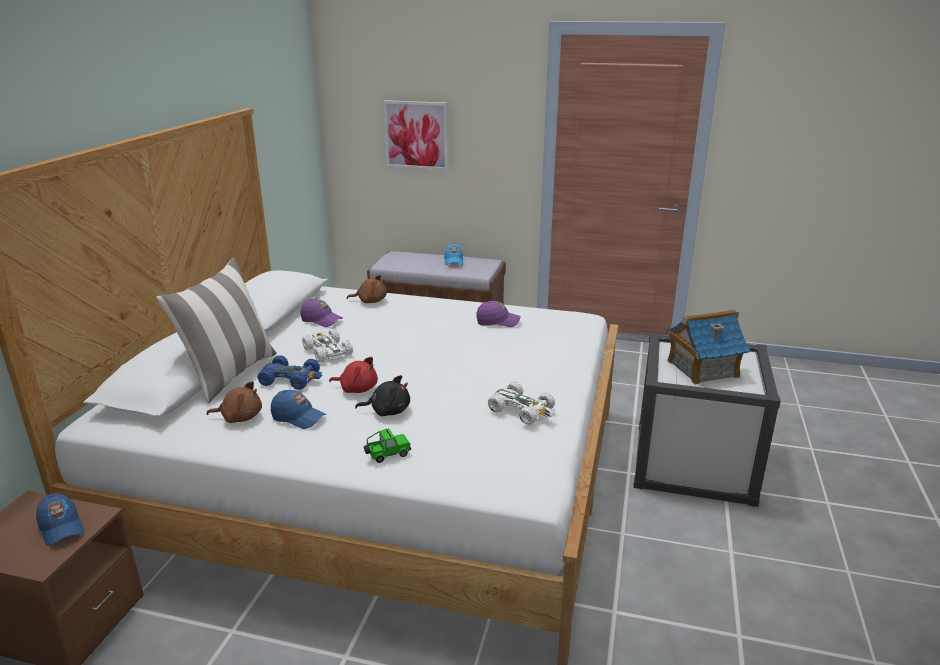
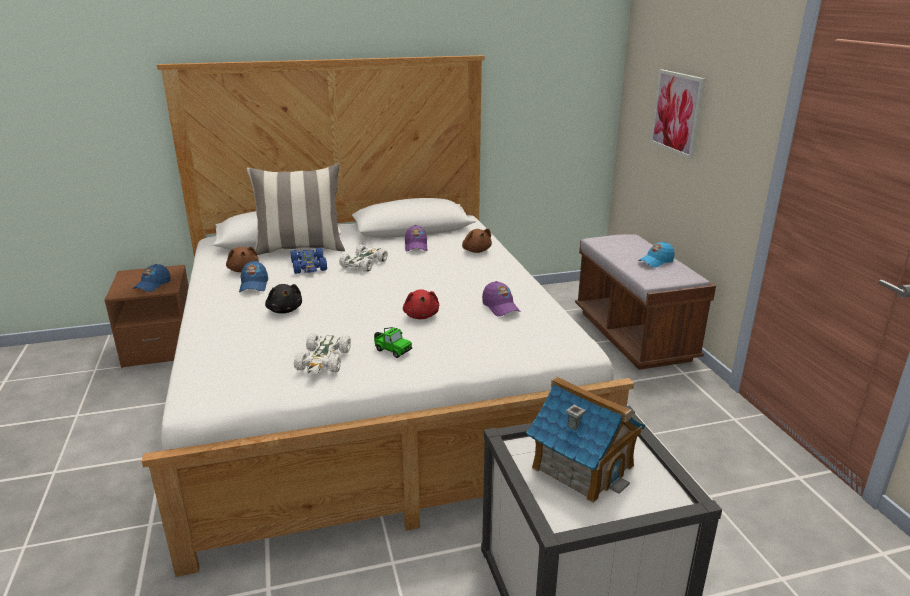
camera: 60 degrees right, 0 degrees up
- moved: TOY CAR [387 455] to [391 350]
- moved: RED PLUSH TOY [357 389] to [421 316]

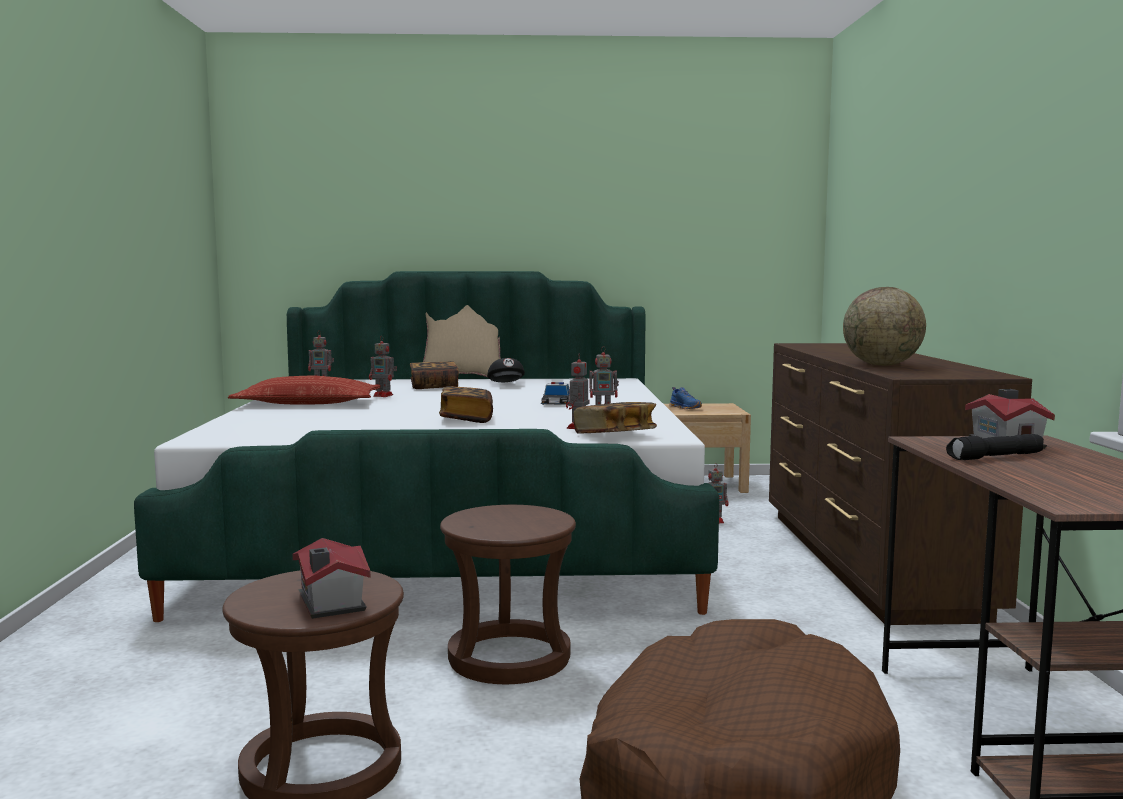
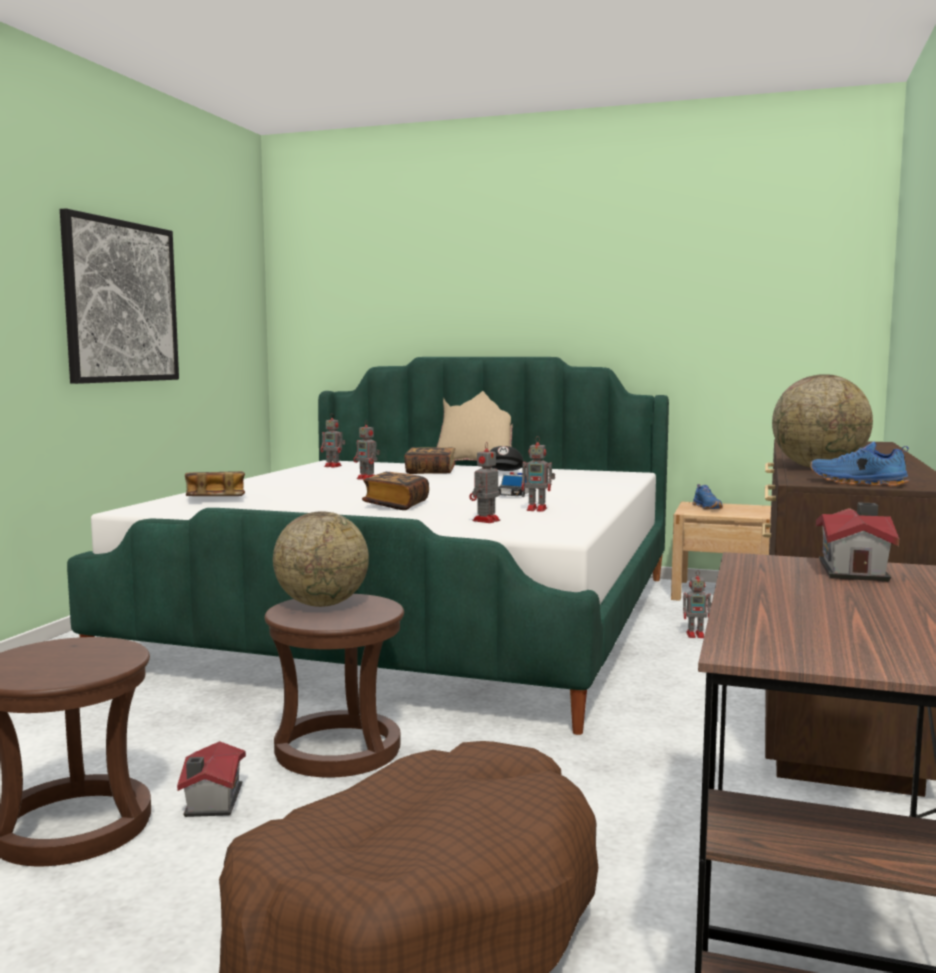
camera: 20 degrees right, 0 degrees up
- added: PICTURE [121 302]
- moved: TOY HOUSE [329 603] to [211 801]
- moved: BOOK [615 435] to [215 499]
- added: GLOBE [322 604]
- added: BLUE SHOE [857 483]
- removed: PILLOW [308 403]
- removed: BLACK FLASHLIGHT [995 457]

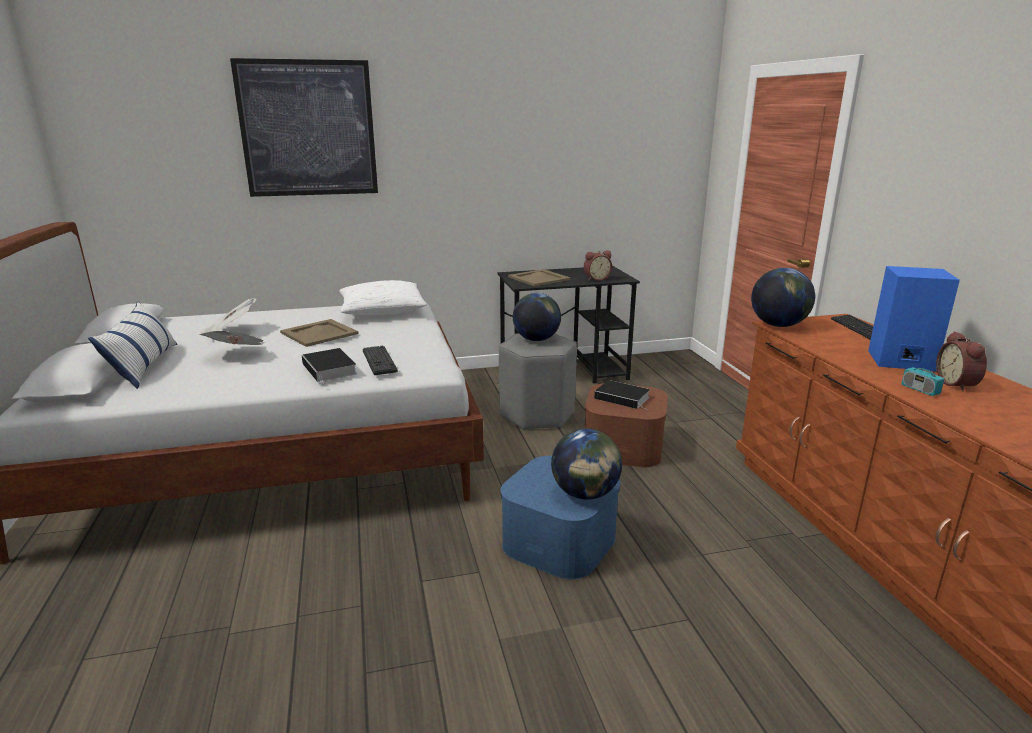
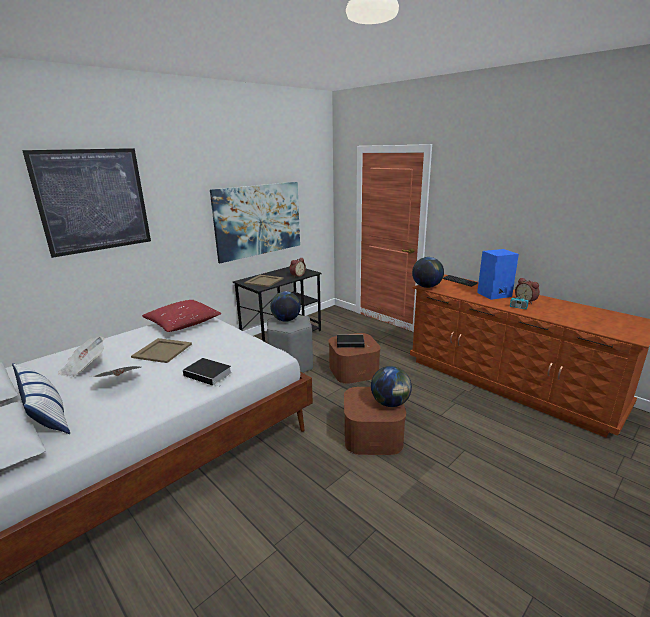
camera: 30 degrees left, 0 degrees up
- recoloured: WHITE PILLOW [382 310] to RED PILLOW [183 323]
- added: PICTURE [258 220]
- recoloured: BLUE STORAGE BOX [559 541] to BROWN STORAGE BOX [373 435]
- removed: KEYBOARD [379 361]

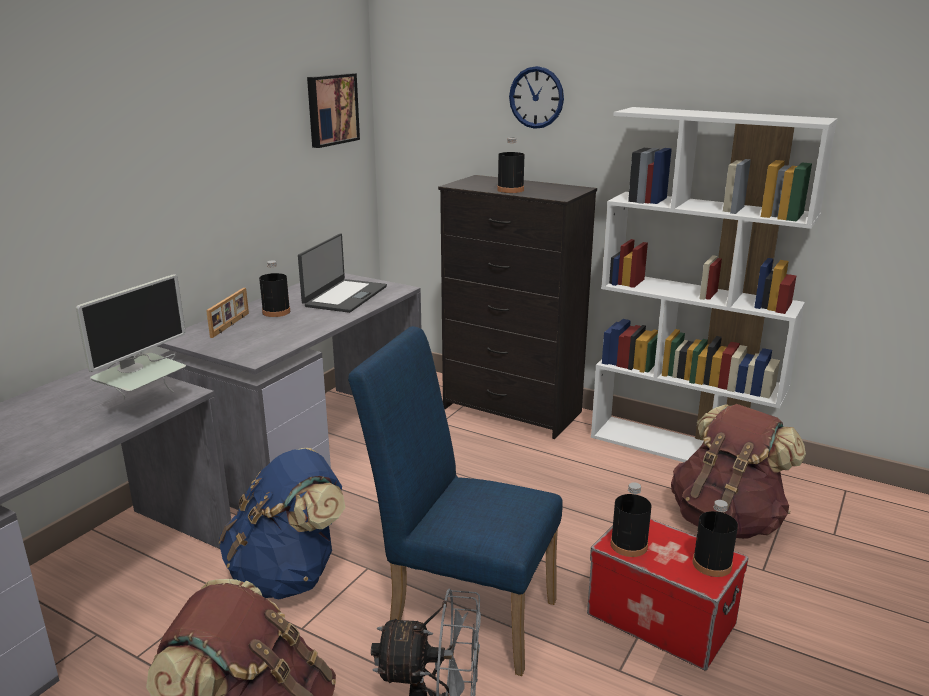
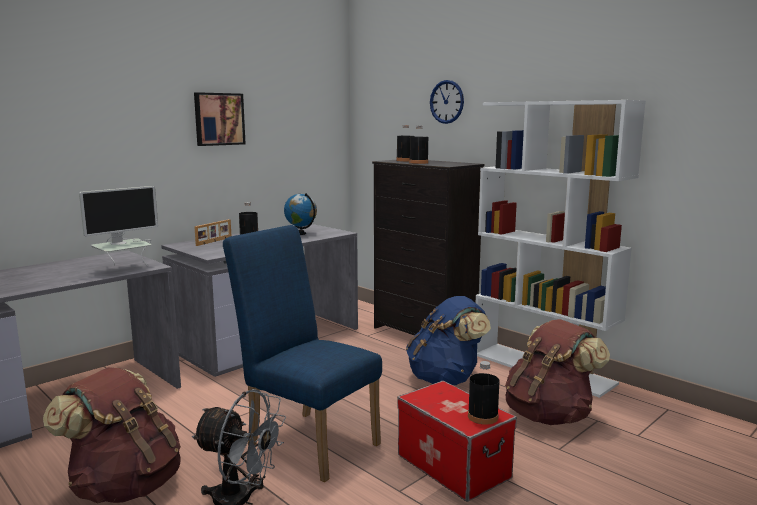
camera: 15 degrees right, 10 degrees down
- moved: PICTURE [331 109] to [218 119]
- replaced: LAPTOP [344 296] to GLOBE [301 234]
- moved: BLACK BOTTLE [629 545] to [405 160]
- moved: BLUE BACKPACK [288 575] to [446 379]

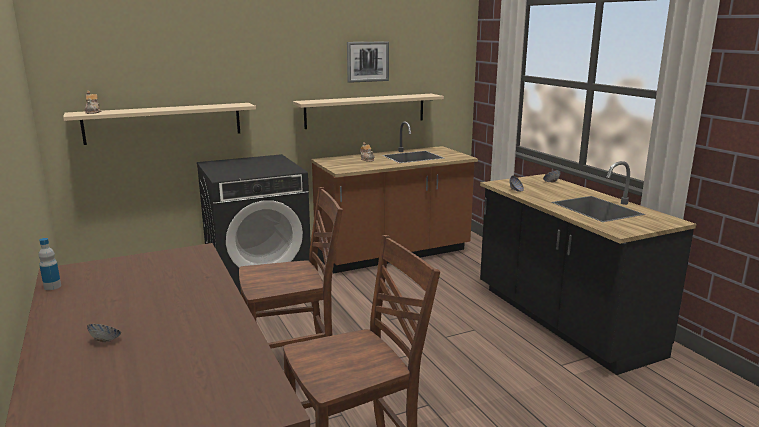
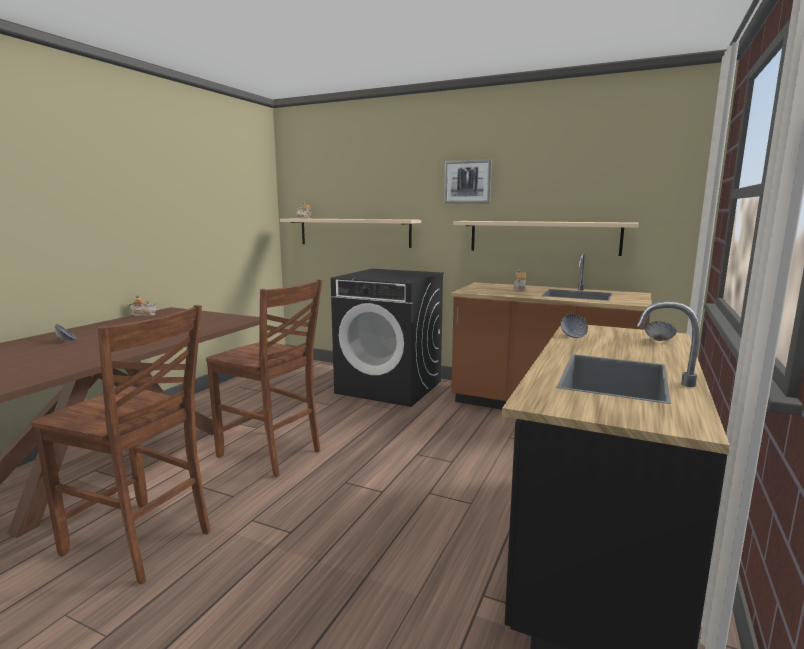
camera: 50 degrees right, 5 degrees down
- replaced: BOTTLE [52 286] to TEAPOT [144 315]
- moved: PICTURE [367 61] to [467 182]

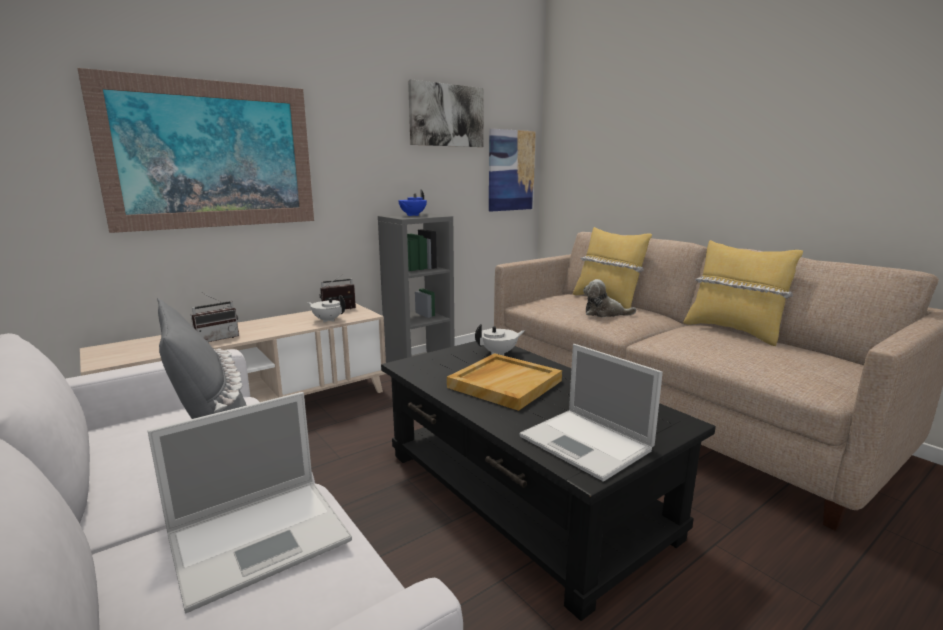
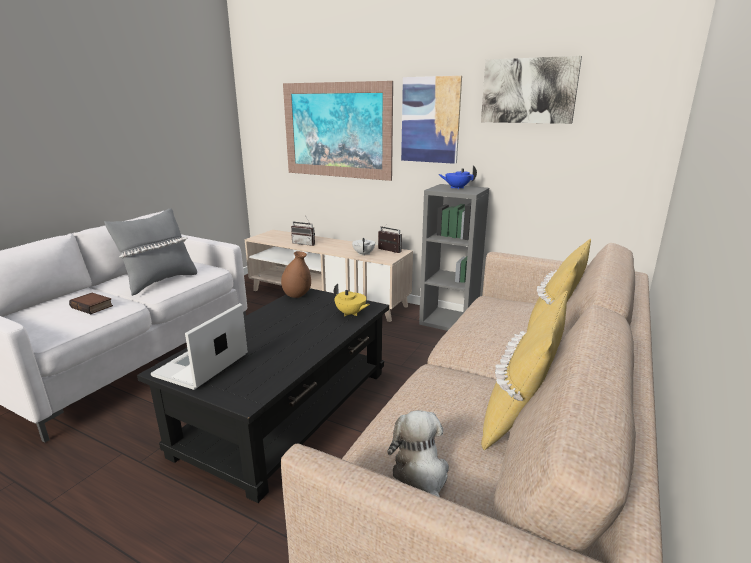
camera: 65 degrees right, 5 degrees up
- replaced: LAPTOP [262 536] to BOOK [93 306]
- added: BROWN VASE [297 295]
- recoloured: WHITE TEAPOT [499 353] to YELLOW TEAPOT [350 314]
- moved: PLUSH TOY [604 313] to [421 476]
- moved: PICTURE [511 170] to [430 120]
- removed: BEIGE TRAY [504 383]

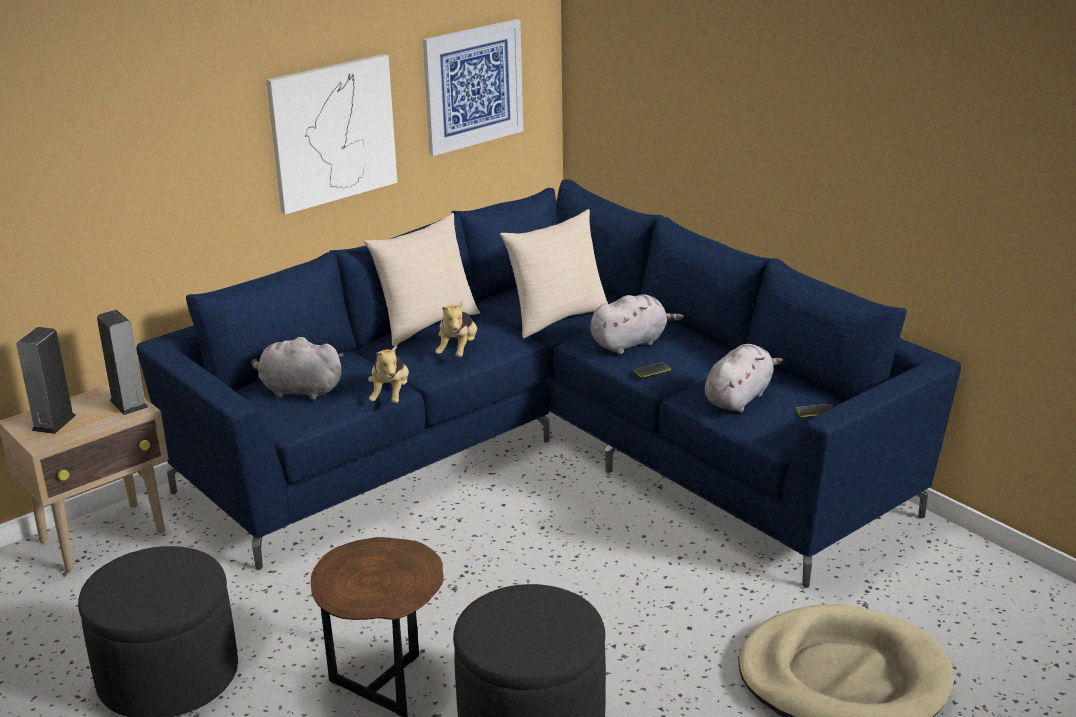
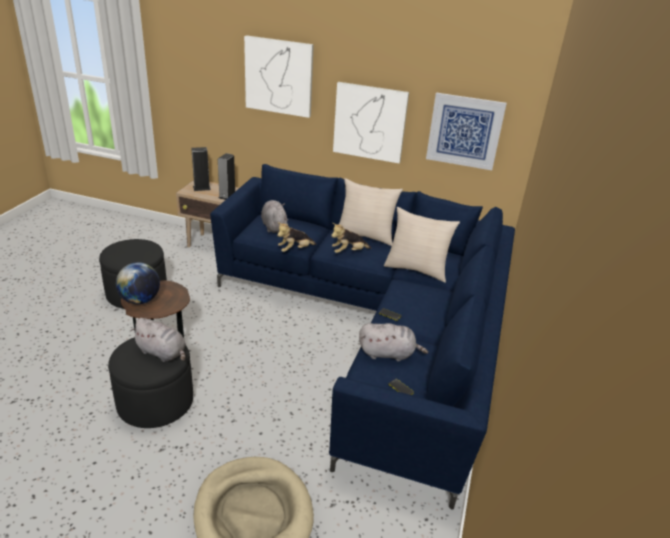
camera: 55 degrees right, 5 degrees up
- added: GLOBE [140 300]
- moved: GREY PLUSH TOY [631 343] to [163 353]
- added: PICTURE [279 76]

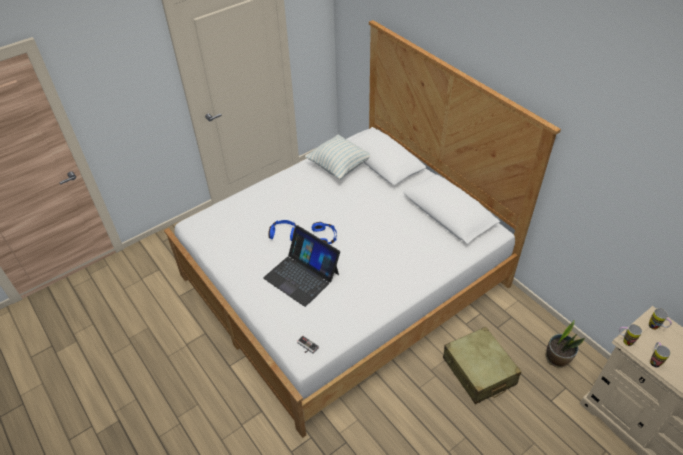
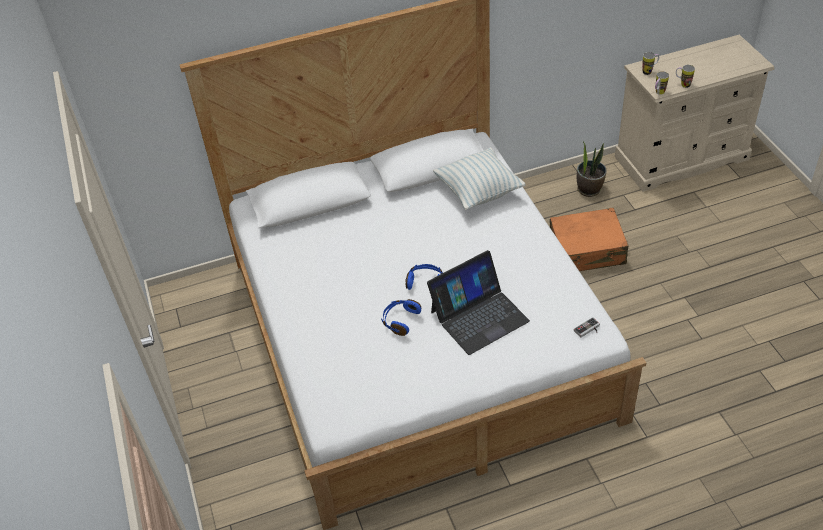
camera: 70 degrees left, 0 degrees up
- moved: PILLOW [339 166] to [478 192]
- recoloured: BEIGE SUITCASE [479 371] to ORANGE SUITCASE [587 250]

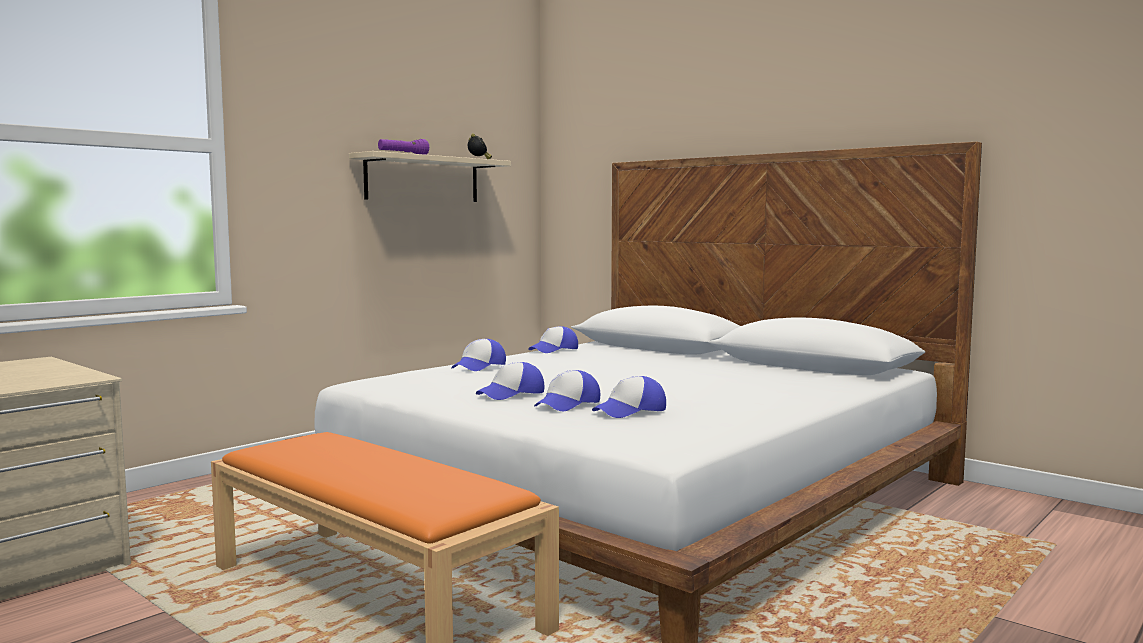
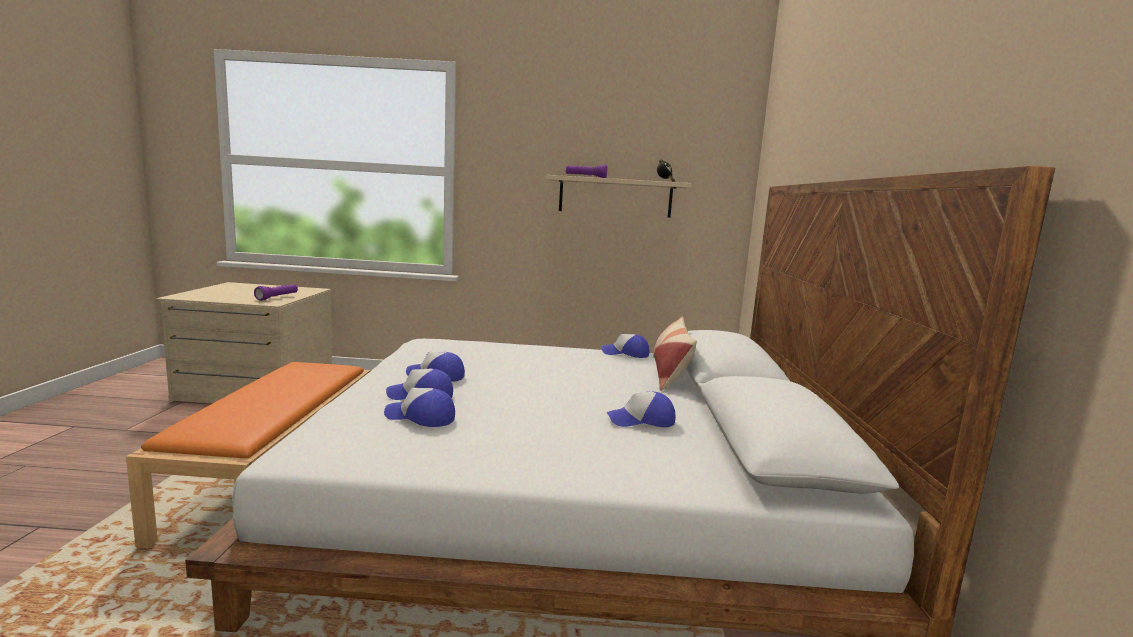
camera: 50 degrees right, 5 degrees up
- added: PURPLE FLASHLIGHT [277 297]
- moved: CAP [479 366] to [641 421]
- added: PILLOW [670 373]

